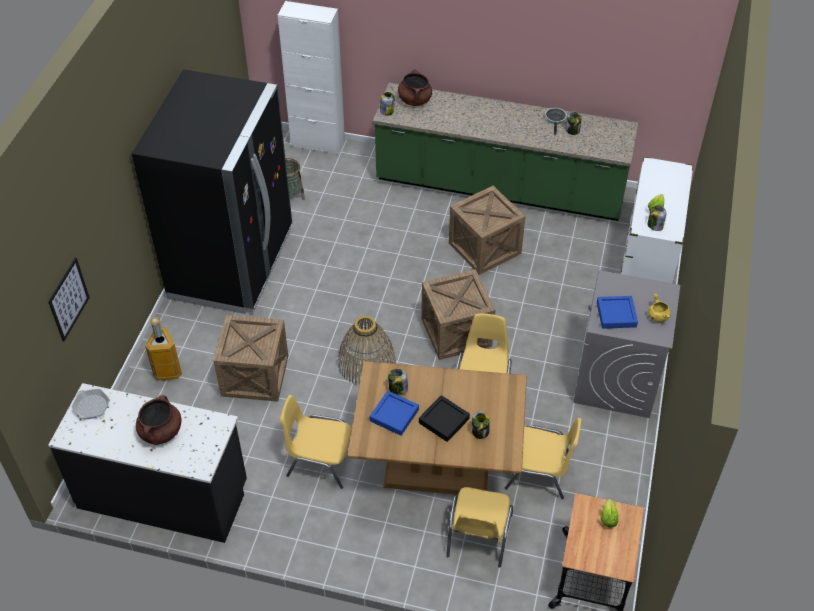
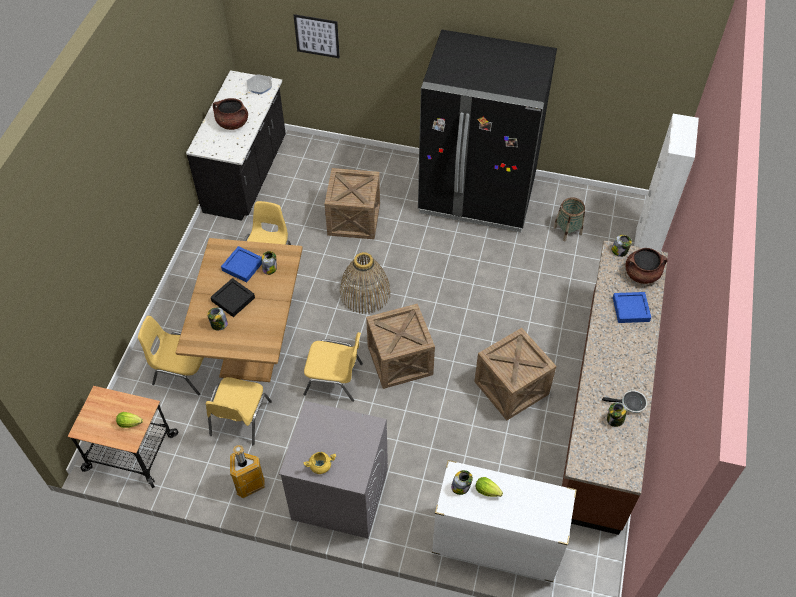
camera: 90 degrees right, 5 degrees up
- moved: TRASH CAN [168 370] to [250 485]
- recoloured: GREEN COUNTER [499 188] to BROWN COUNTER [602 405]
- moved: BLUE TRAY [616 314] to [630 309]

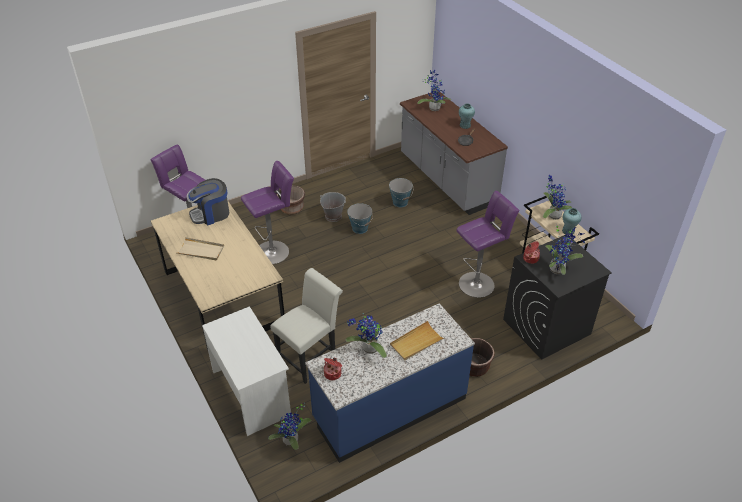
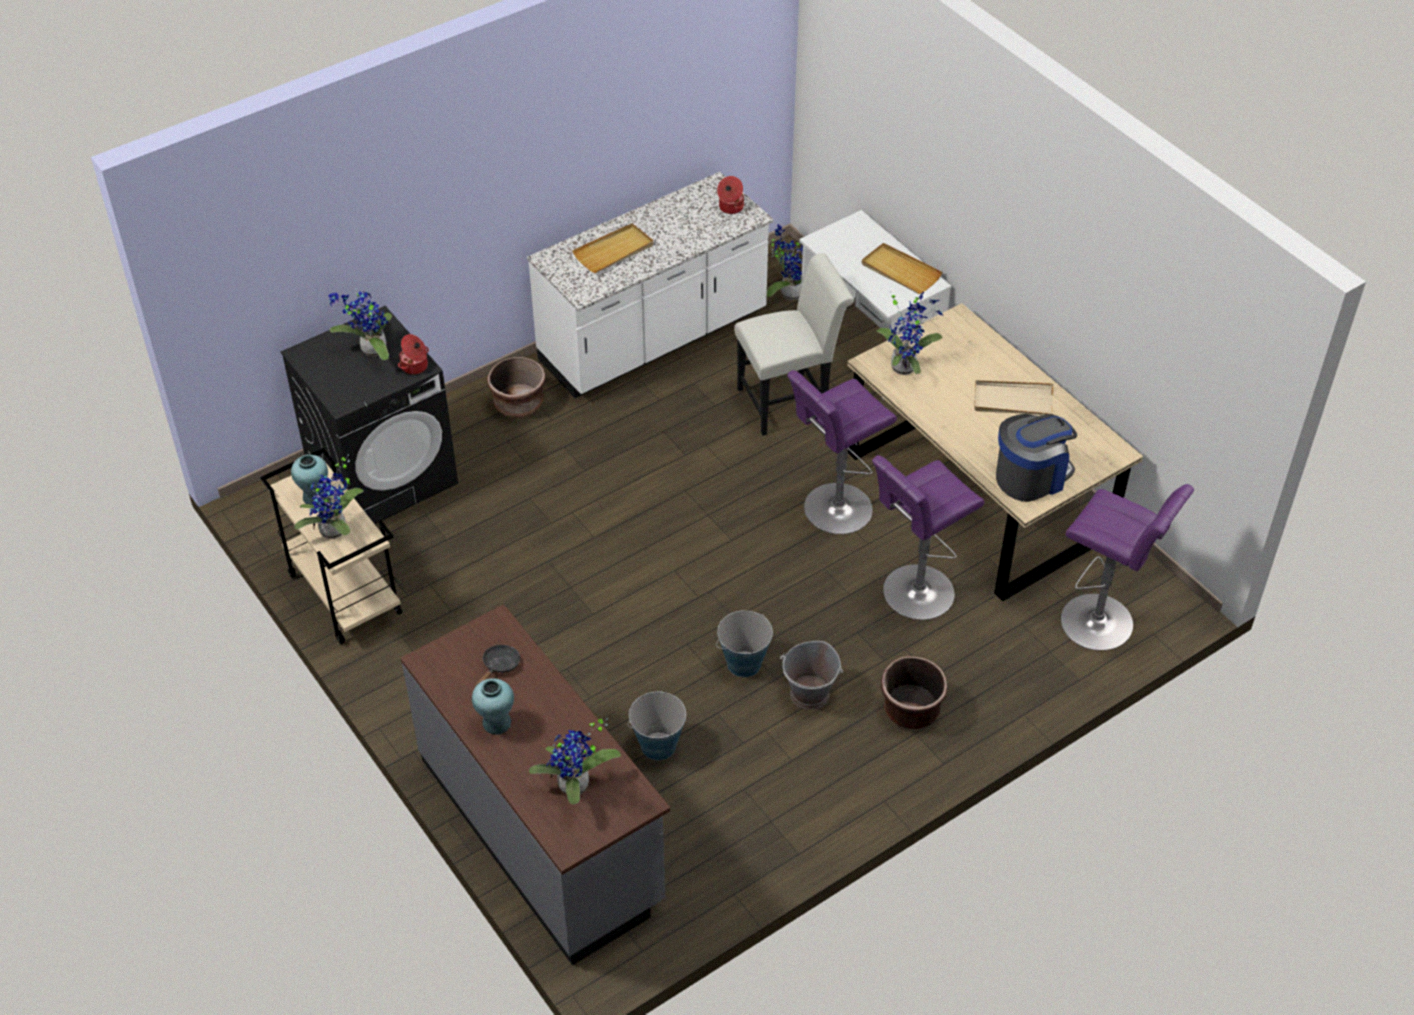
camera: 175 degrees right, 5 degrees up
- recoloured: BLUE COUNTER [389 408] to WHITE COUNTER [654 339]
- turned: WHITE CHAIR [310 357] = [790 401] 150 degrees counterclockwise
- moved: PURPLE STOOL [478 283] to [834 511]
- added: BEIGE TRAY [900 271]
- moved: POTTED PLANT [368 349] to [905 366]

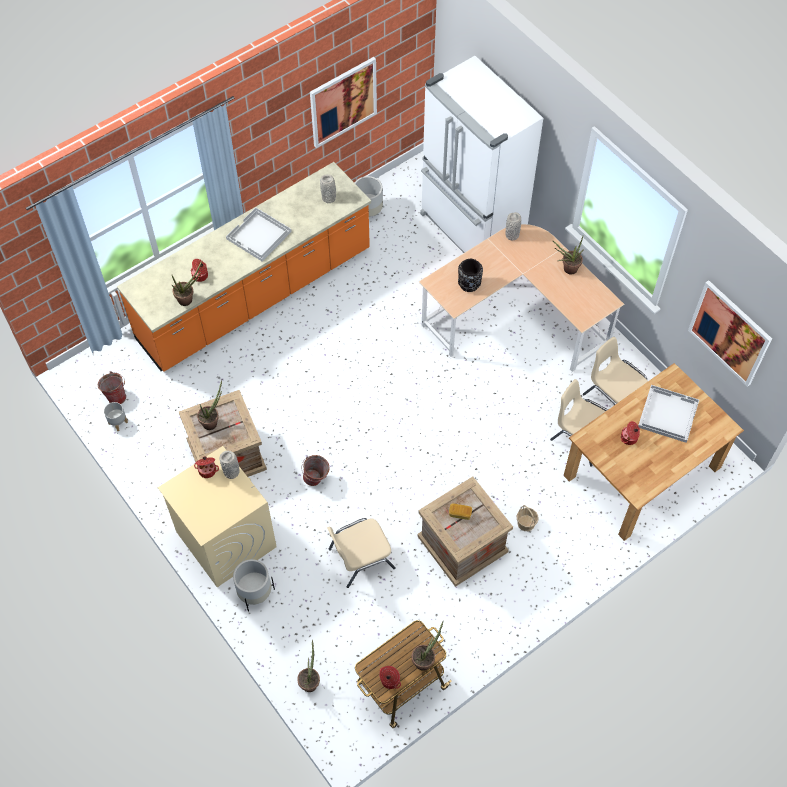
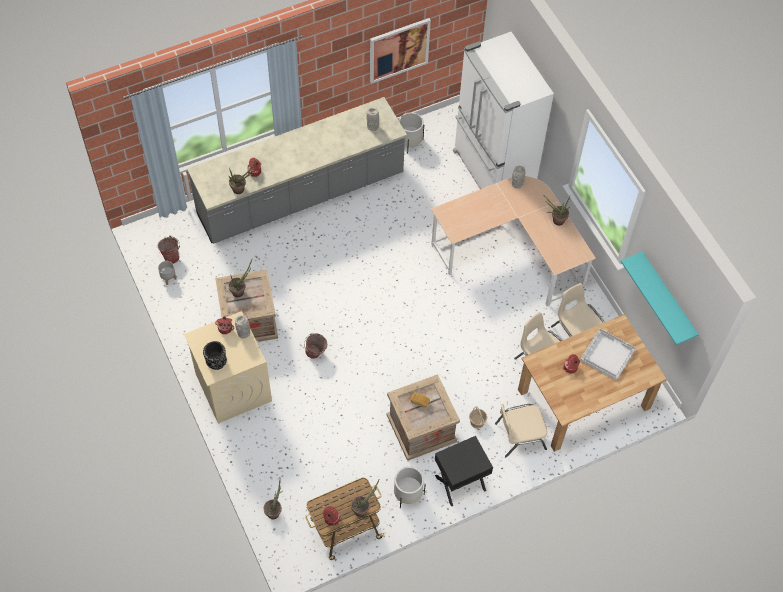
camera: 10 degrees right, 0 degrees up
- recoloured: ORANGE COUNTER [255 296] to GREY COUNTER [301 195]
- moved: BLACK VASE [469 284] to [216 362]
- moved: WHITE PLANTER [255 593] to [407 494]
- added: BLACK NIGHTSTAND [460 483]
- moved: BEIGE CHAIR [360 558] to [519 436]
- replaced: PICTURE [729 333] to TURQUOISE SHELF [667 297]
- removed: WHITE TRAY [259 236]

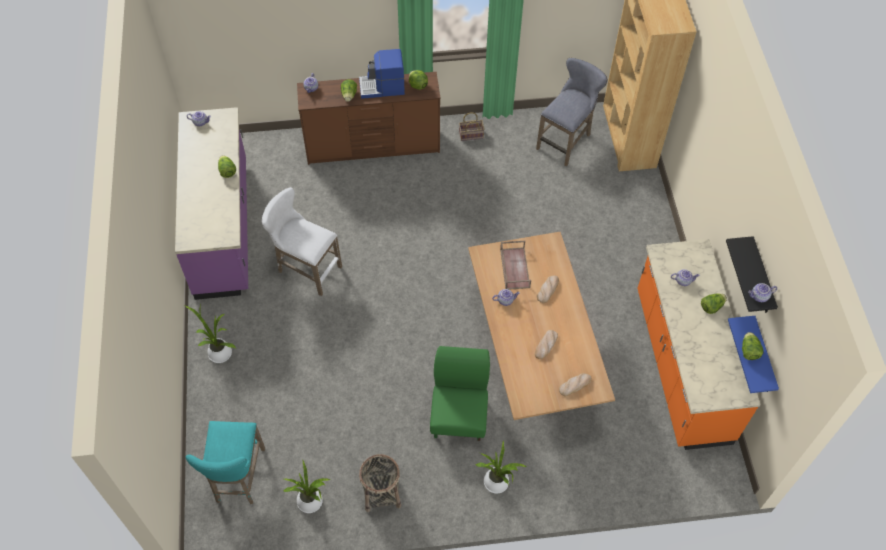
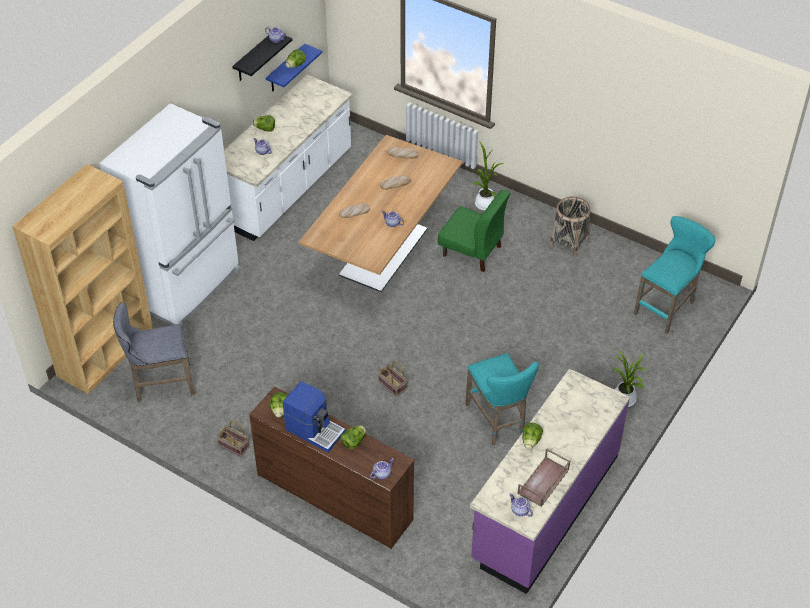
camera: 140 degrees left, 10 degrees down
- added: WHITE FRIDGE [188 287]
- recoloured: ORANGE COUNTER [680 366] to WHITE COUNTER [288 189]
- added: BASKET [391 385]
- turned: GREEN CHAIR [459 415] = [472 251] 105 degrees counterclockwise
- recoloured: WHITE STOOL [306 269] to TURQUOISE STOOL [498 421]
- moved: BROWN TRAY [514 268] to [543 482]
- removed: POTTED PLANT [312 502]

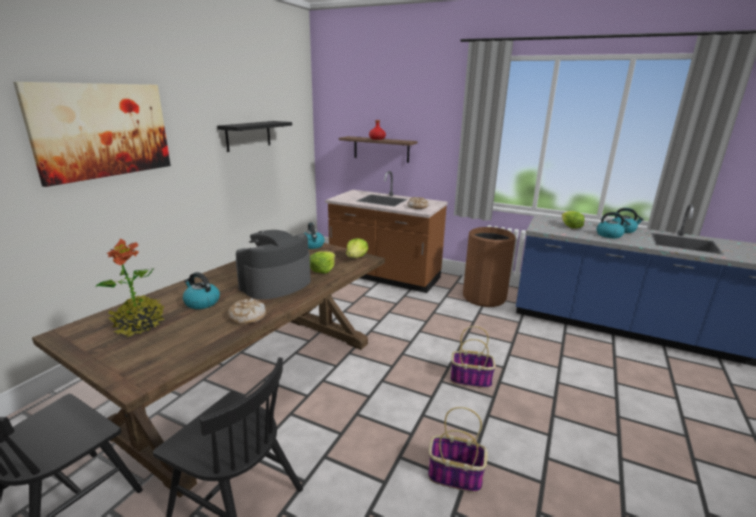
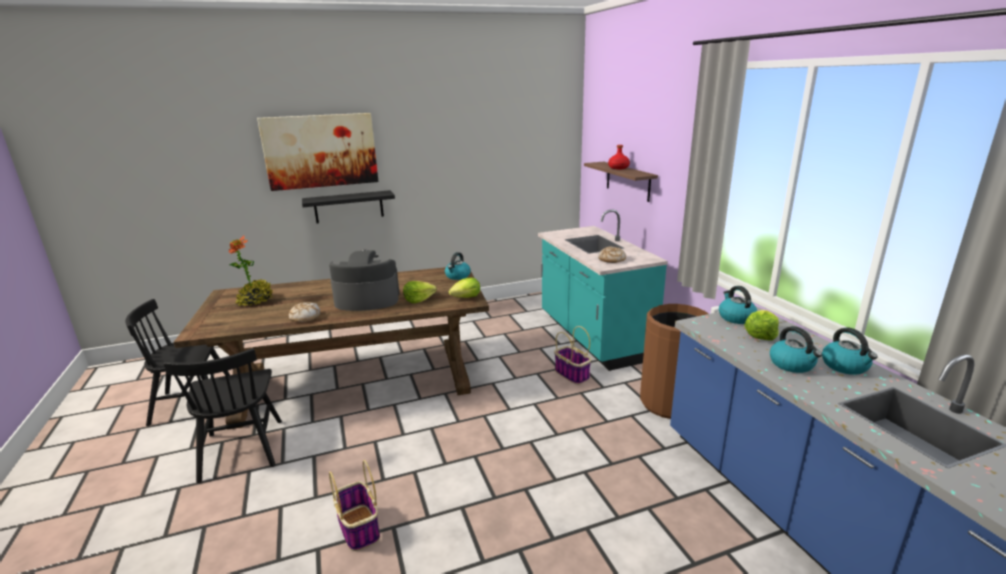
camera: 45 degrees right, 0 degrees up
- moved: BLACK SHELF [248 135] to [349 207]
- recoloured: BROWN COUNTER [384 276] to TURQUOISE COUNTER [592 337]
- moved: BASKET [471 379] to [572 374]
- moved: KETTLE [201 302] to [735 317]

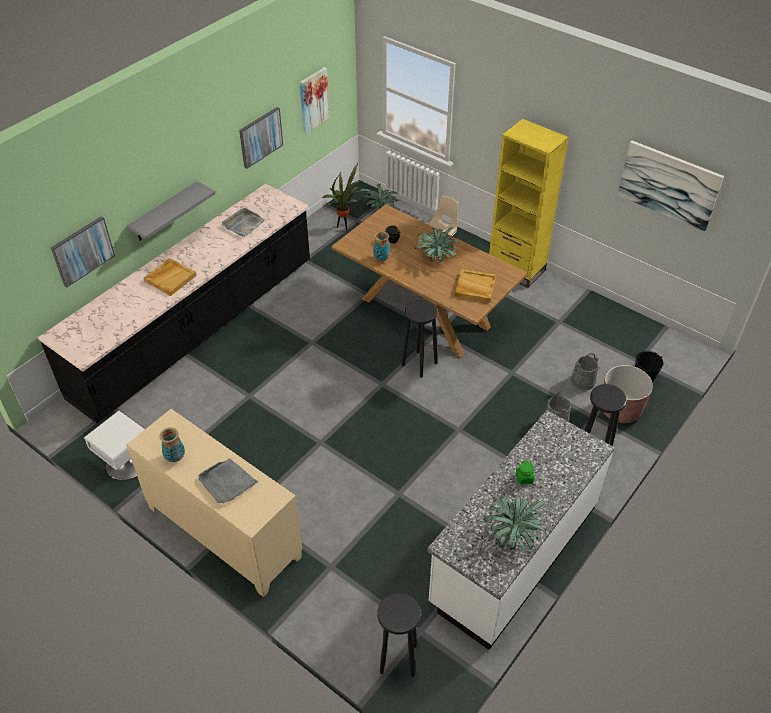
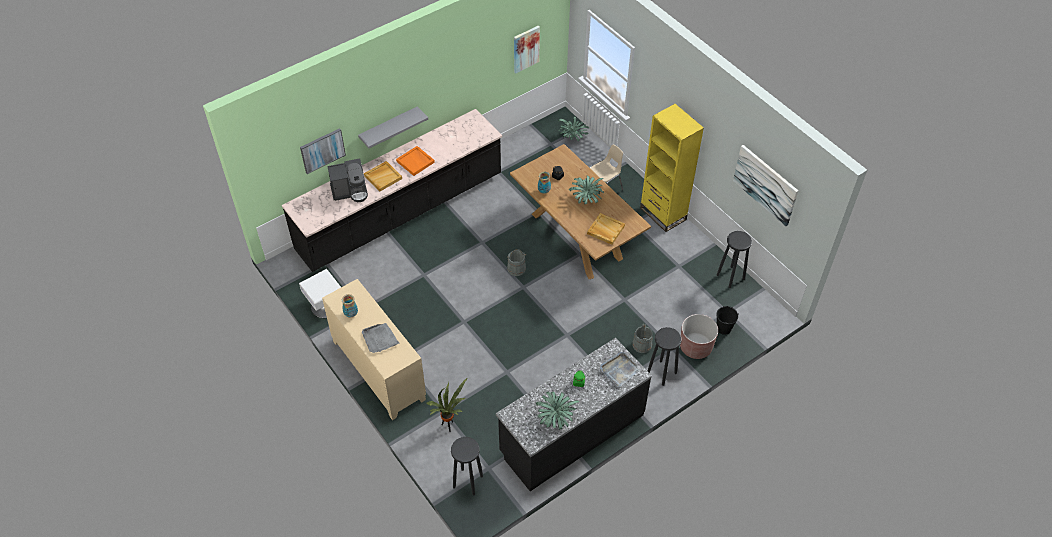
camera: 15 degrees right, 5 degrees up
- added: COFFEE MACHINE [350 191]
- added: ORANGE TRAY [416 162]
- moved: POTTED PLANT [344 227] to [449 425]
- recoloured: WHITE COUNTER [513 554] to BLACK COUNTER [571 433]
- moved: GREY BUCKET [583 380] to [516 268]
- moved: GREY TRAY [243 224] to [619 370]
- moved: BLACK STOOL [419 364] to [730 277]
- removed: PICTURE [260 137]

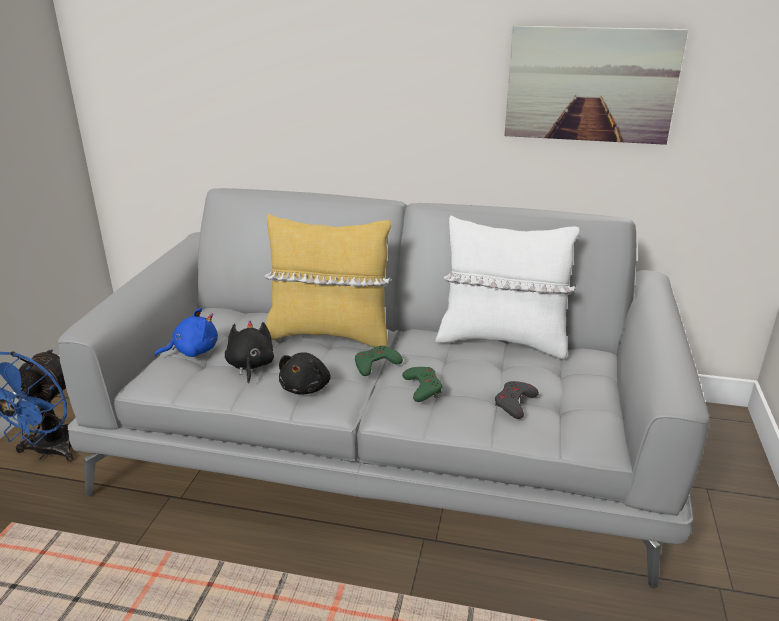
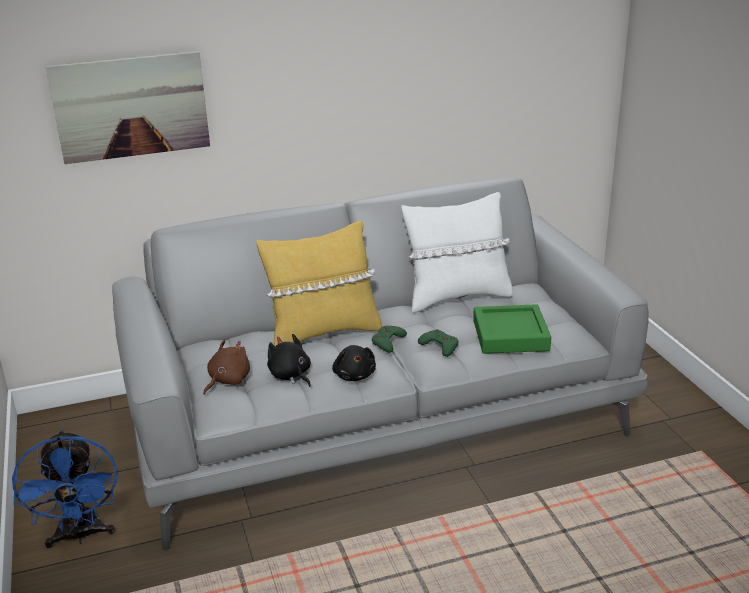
camera: 30 degrees left, 0 degrees up
- moved: PICTURE [590 85] to [131 107]
- recoloured: BLUE PLUSH TOY [193 351] to BROWN PLUSH TOY [227 381]
- replaced: GREY GAME CONTROLLER [514 403] to GREEN TRAY [510 335]

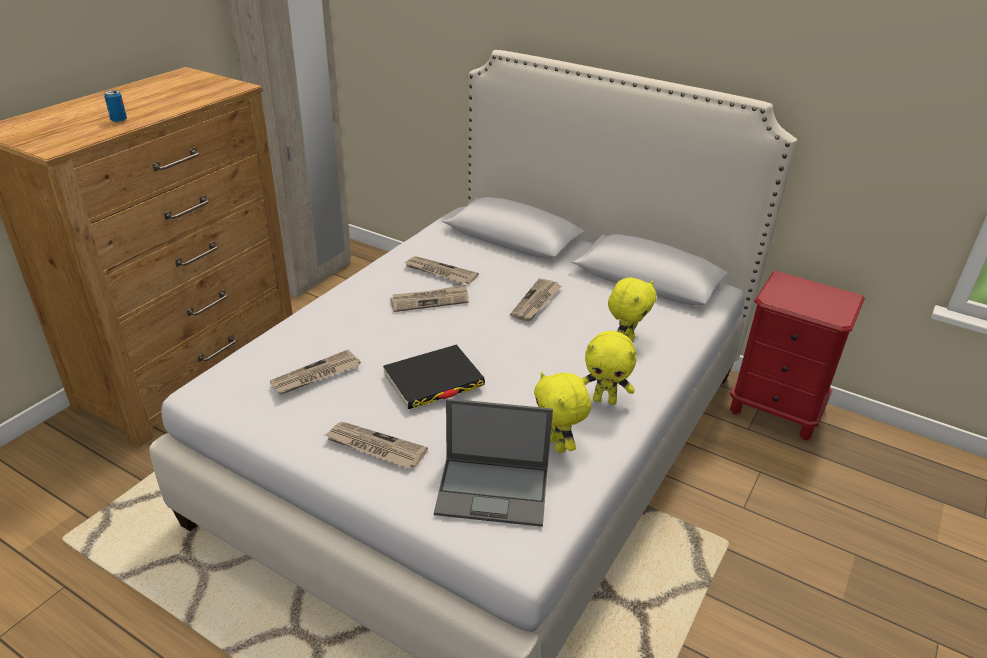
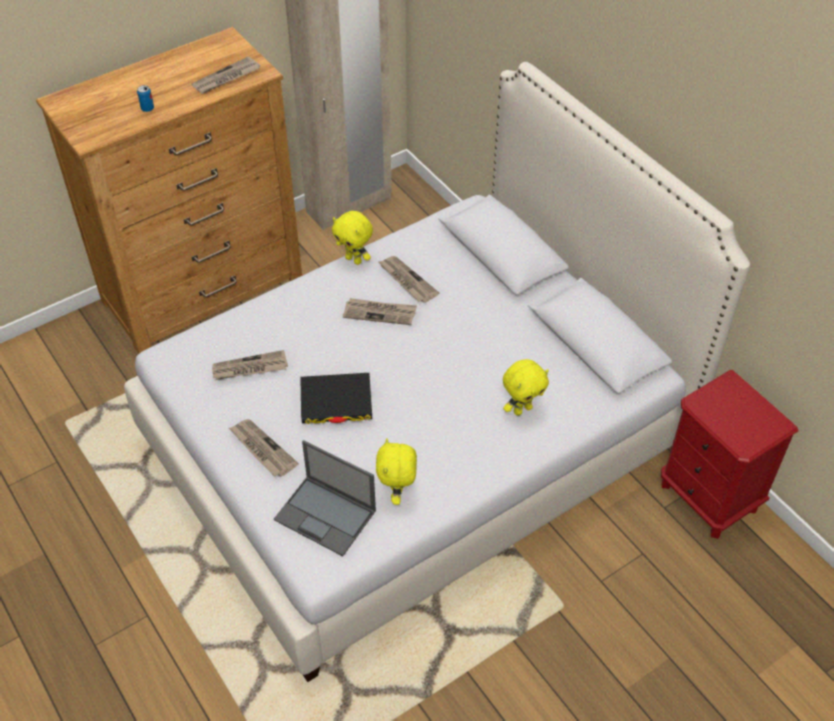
camera: 25 degrees right, 15 degrees up
- moved: NEWSPAPER [536 302] to [226 78]
- moved: YELLOW PLUSH TOY [605 400] to [354 260]

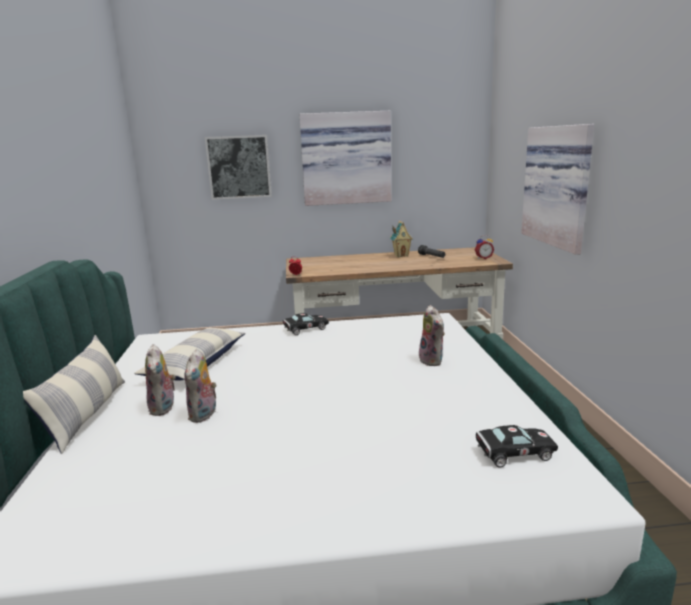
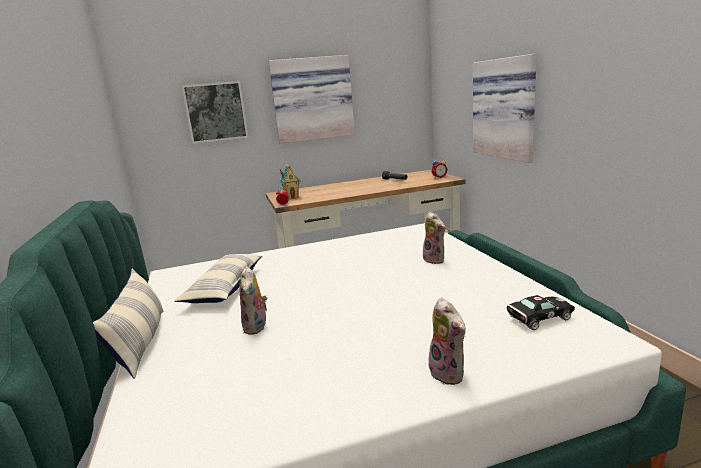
camera: 10 degrees left, 0 degrees up
- moved: TOY HOUSE [401 255] to [292 197]
- moved: PLUSH TOY [164 408] to [449 373]
- removed: BLACK TOY CAR [304 329]

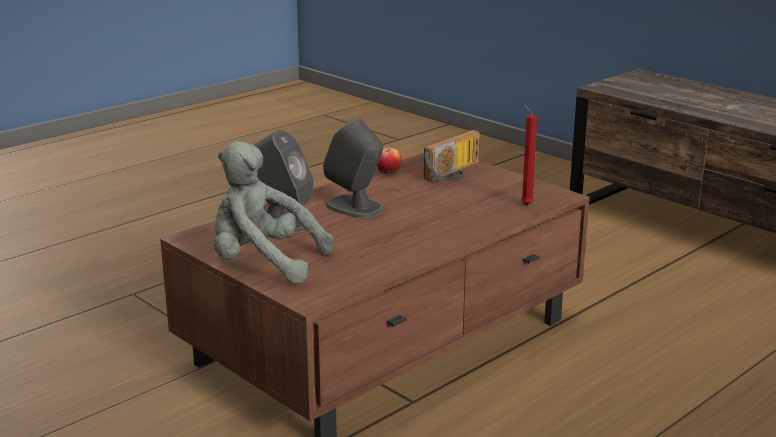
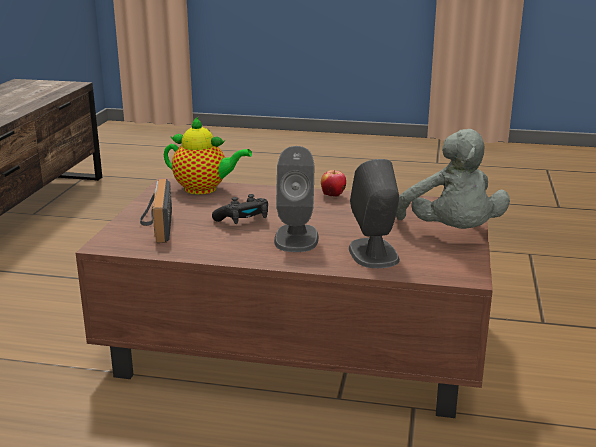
camera: 125 degrees left, 0 degrees up
- turned: RADIO [455 173] = [155 226] 105 degrees counterclockwise
- replaced: RED CANDLE [525 204] to TEAPOT [204 189]
- added: BLACK GAME CONTROLLER [243 221]
- moved: APPLE [388 173] to [333 196]

